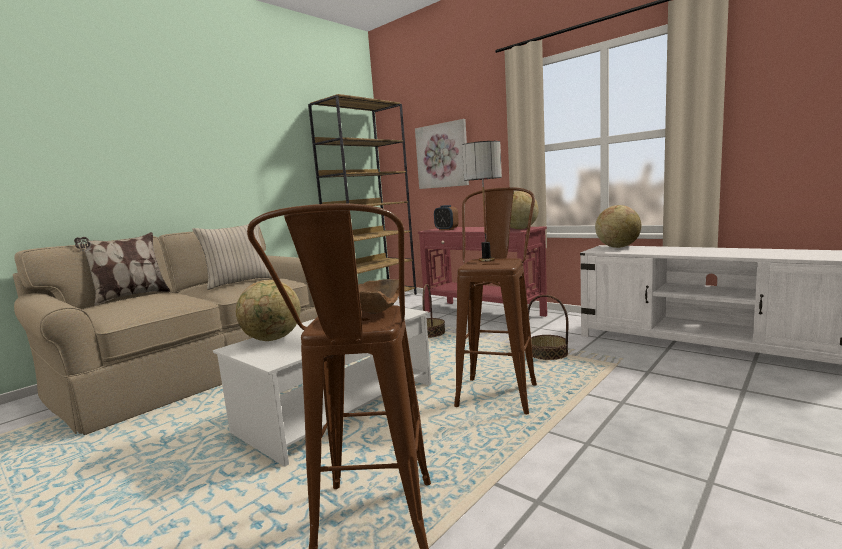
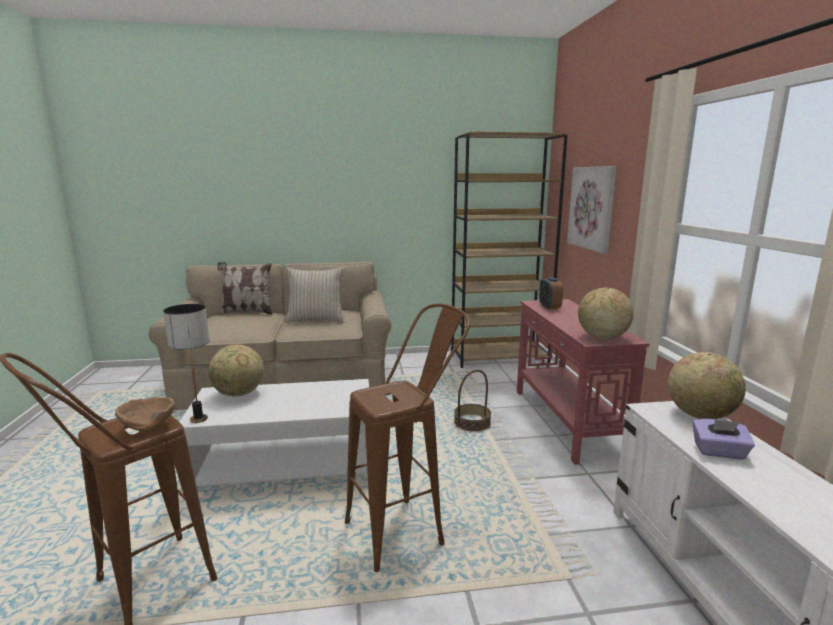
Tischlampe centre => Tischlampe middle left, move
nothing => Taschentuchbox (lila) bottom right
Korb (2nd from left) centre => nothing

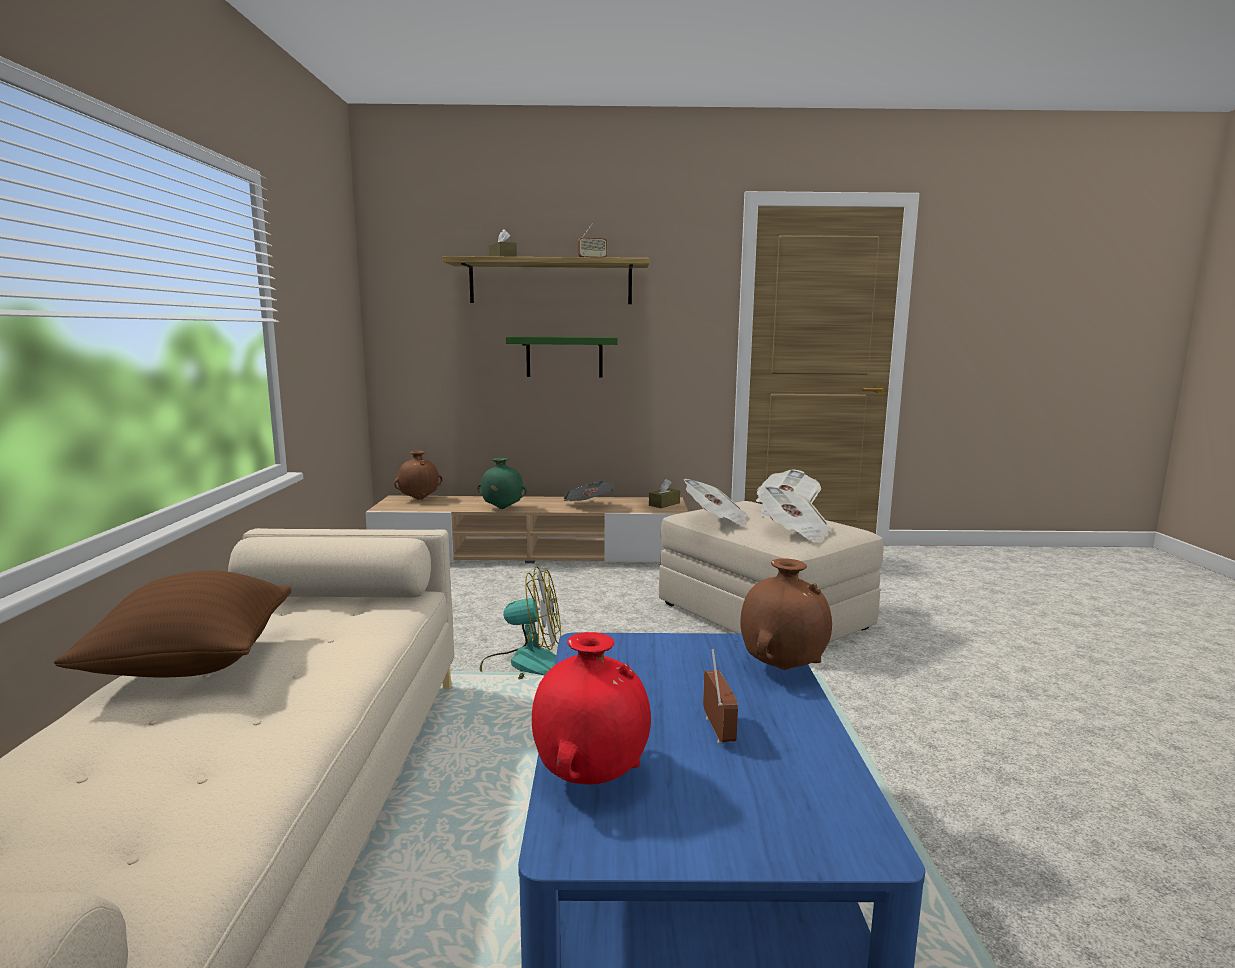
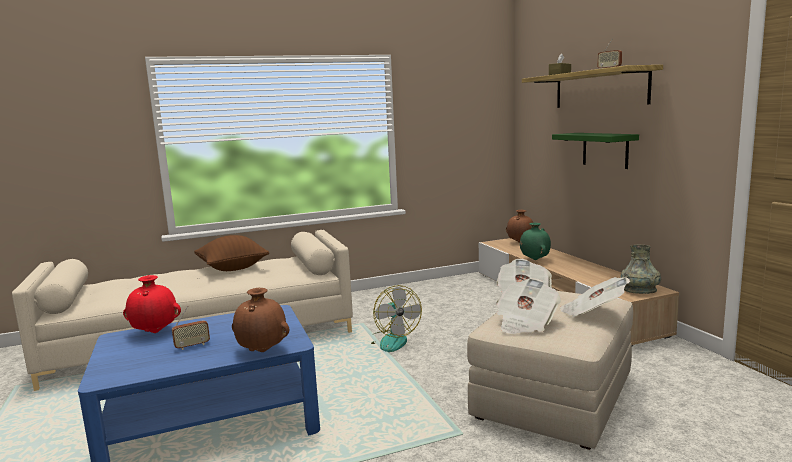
Taschentuchbox (braun) (2nd from left) centre => Vase (grau) middle right
Zeitung (1st from left) centre => nothing

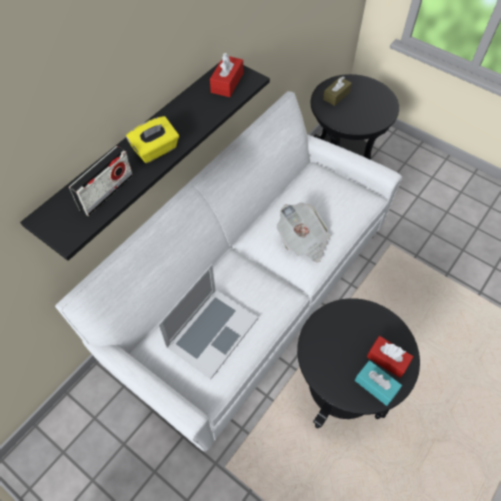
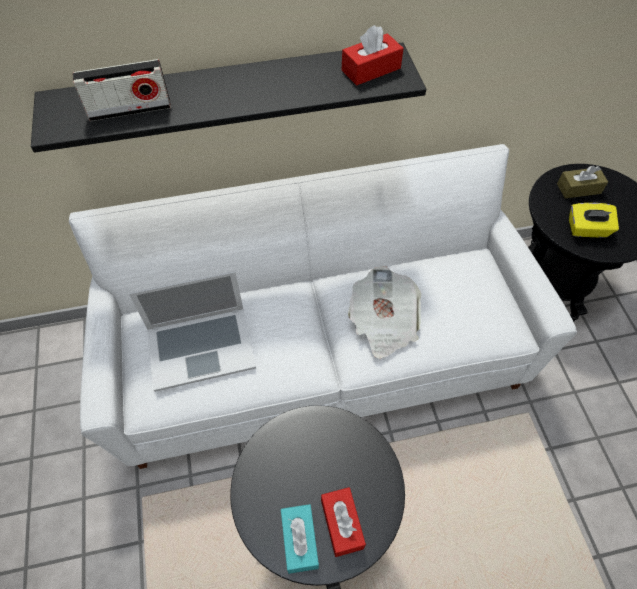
Taschentuchbox (gelb) top left => Taschentuchbox (gelb) middle right, move

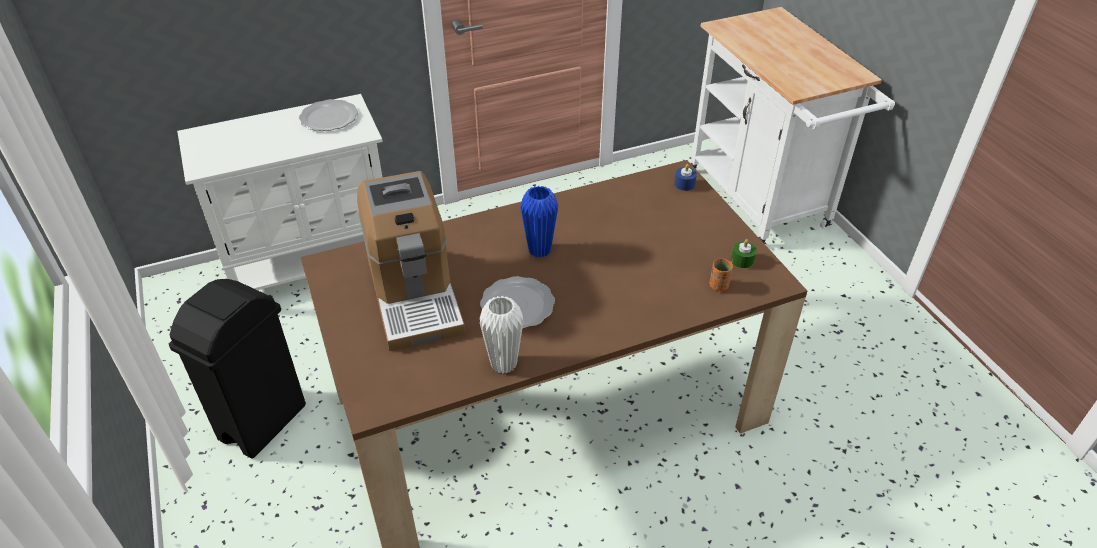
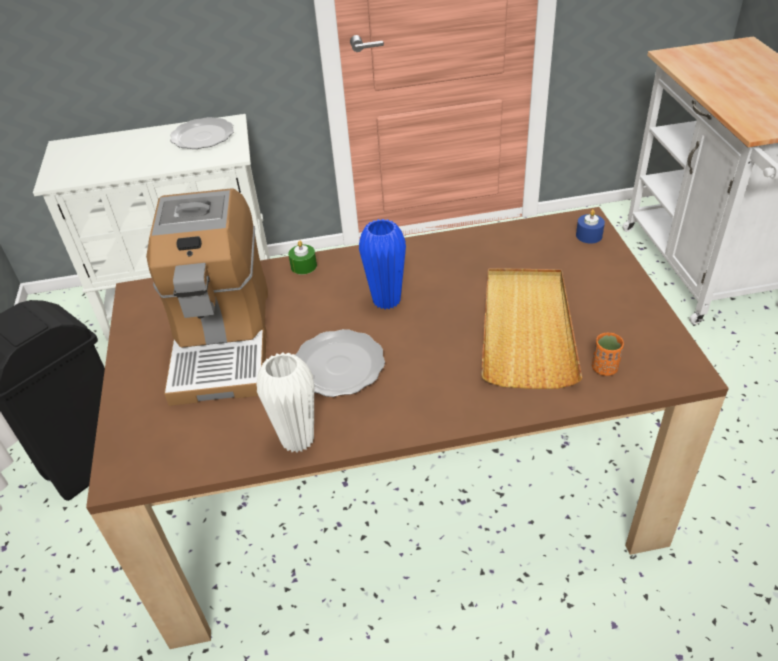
Kerze (grün) middle right => Kerze (grün) centre, move
nothing => Tablett (beige) middle right

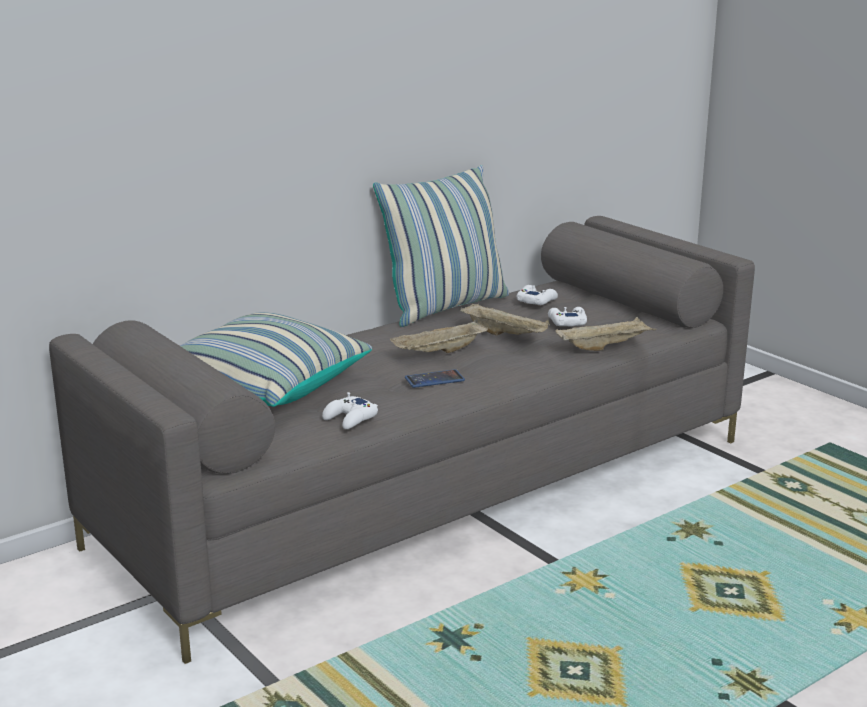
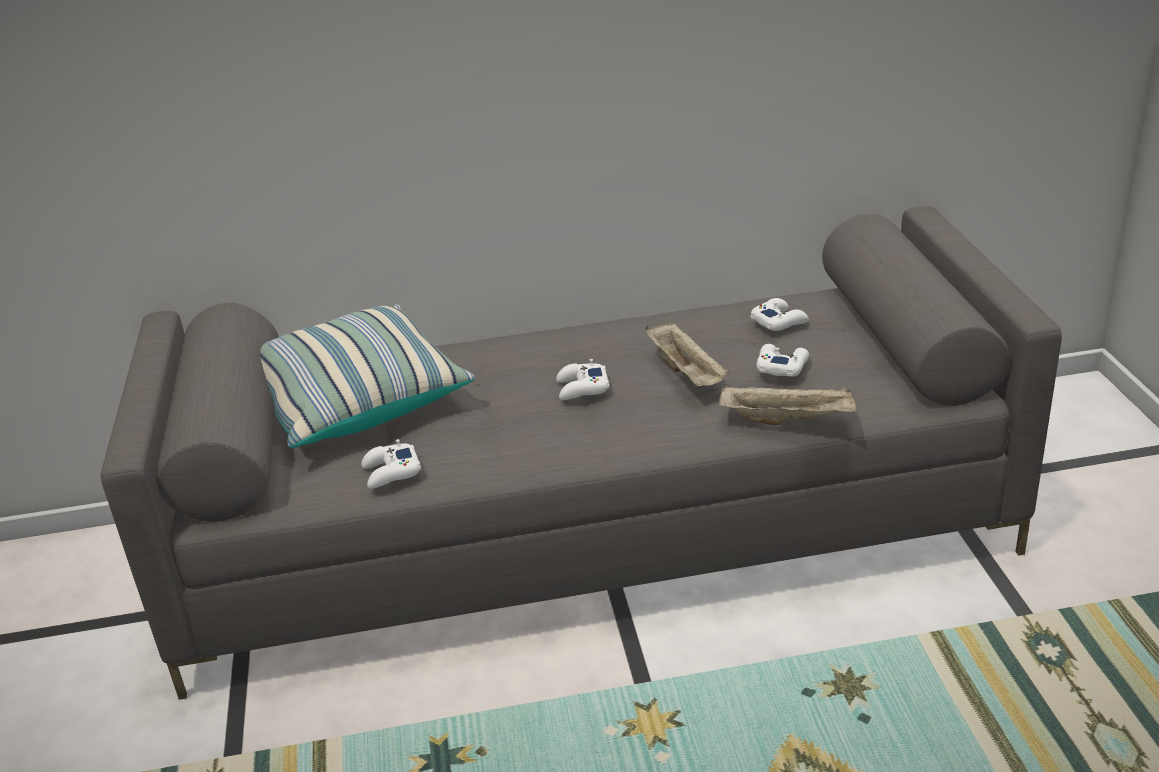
Tablett (beige) (1st from left) centre => Gamepad (weiß) (2nd from left) centre
Kissen (2nd from left) centre => nothing
Handy centre => nothing

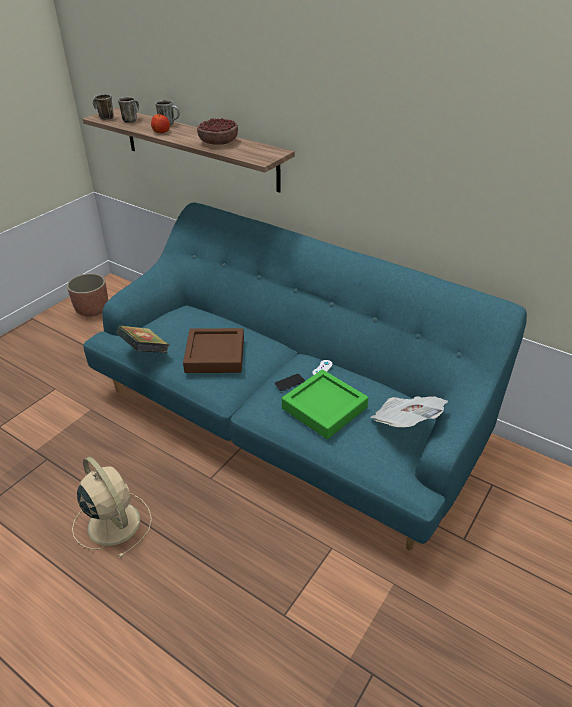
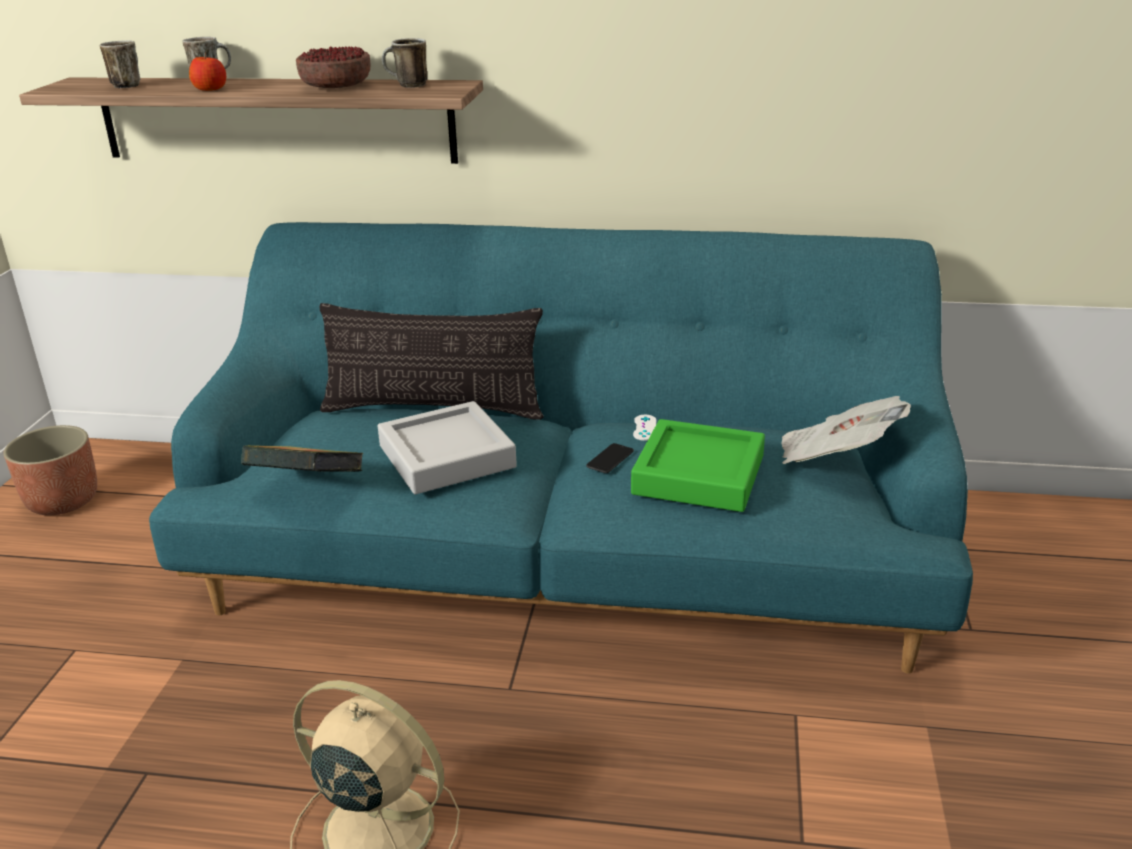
nothing => Kissen centre
Tablett (braun) centre => Tablett (grau) centre
Henkelbecher (1st from left in the first image) top left => Henkelbecher (3rd from left) top centre, move

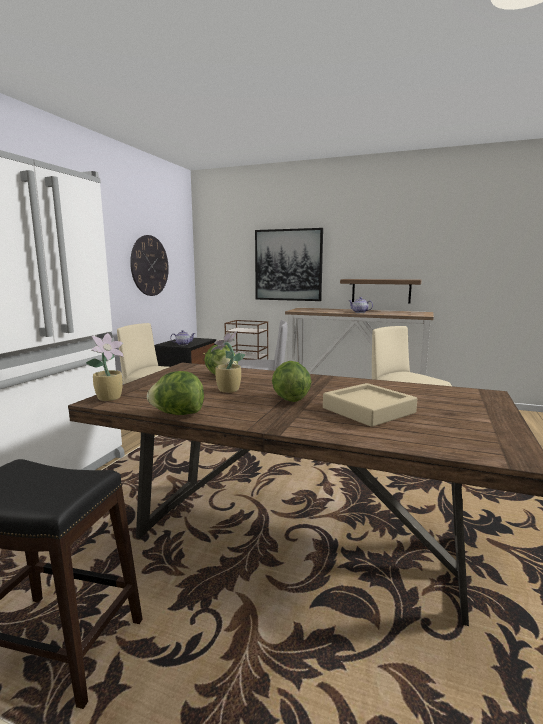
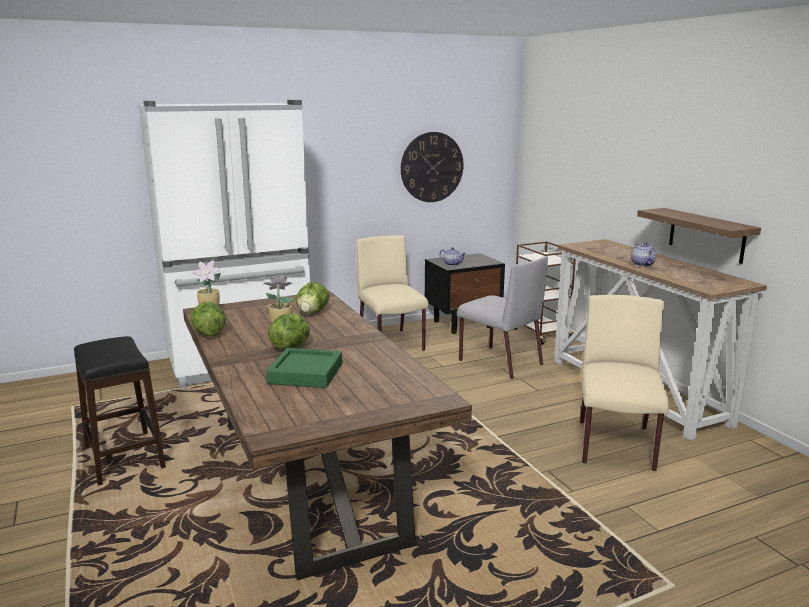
Tablett (beige) middle right => Tablett (grün) centre
Bild centre => nothing

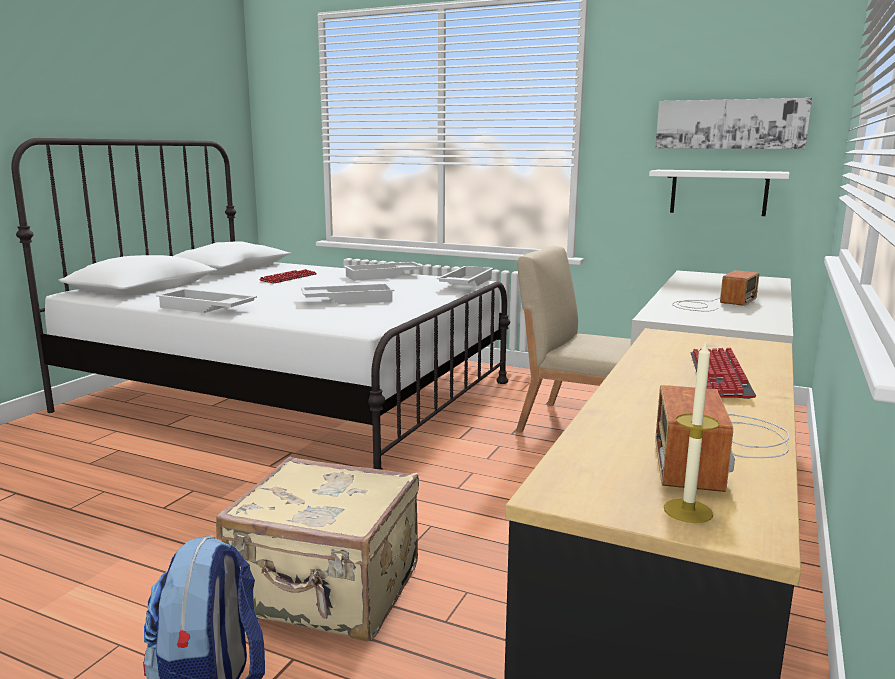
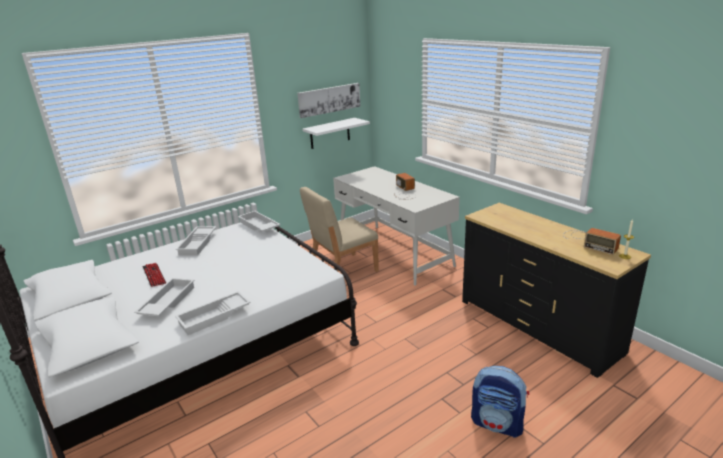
Tablett (weiß) (2nd from left in the first image) centre => Tablett (weiß) (1st from left) middle left, move
Koffer (beige) bottom centre => nothing
Tastatur (2nd from left) middle right => nothing

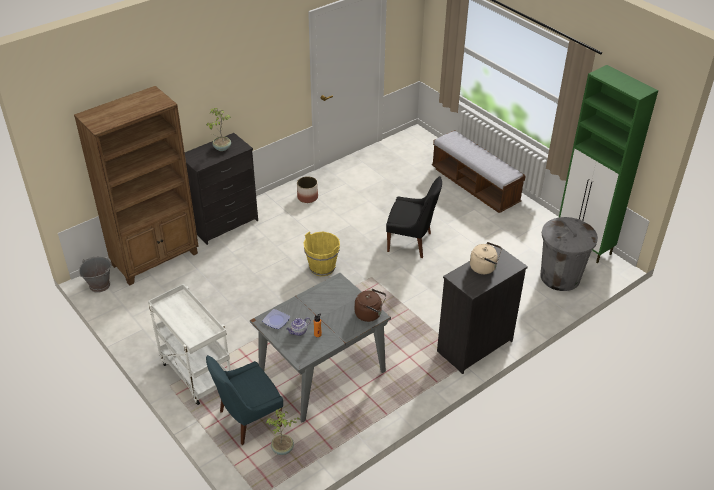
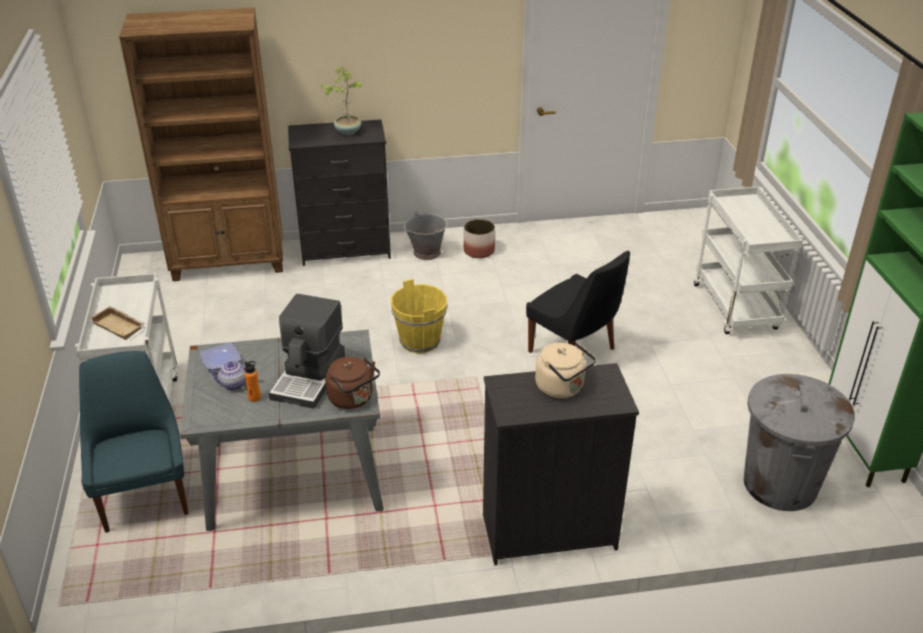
Stuhl (blau) bottom centre => Stuhl (blau) bottom left, 75 degrees clockwise
nothing => Tablett (beige) middle left
nothing => Kaffeemaschine middle left
Eimer (grau) middle left => Eimer (grau) centre, move
Bank middle right => Rollwagen (weiß) (2nd from left) middle right
Topfpflanze (2nd from left) bottom centre => nothing

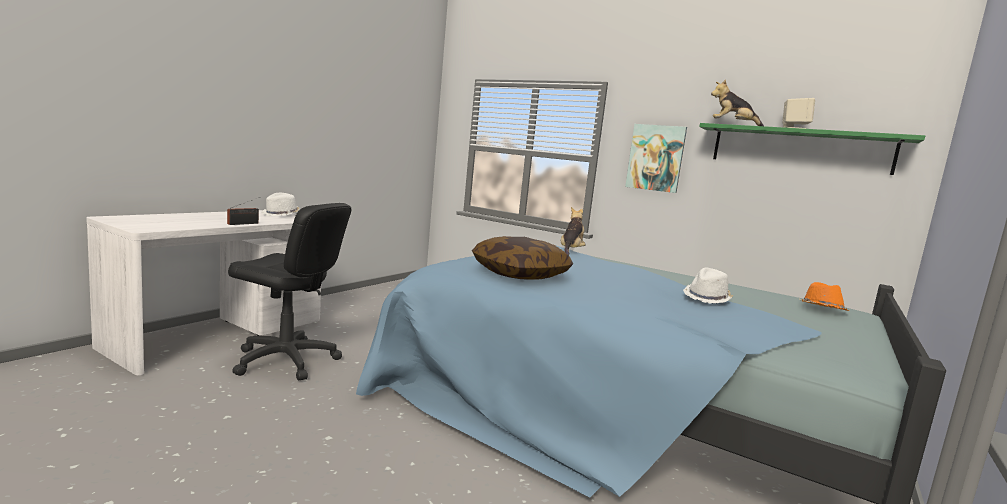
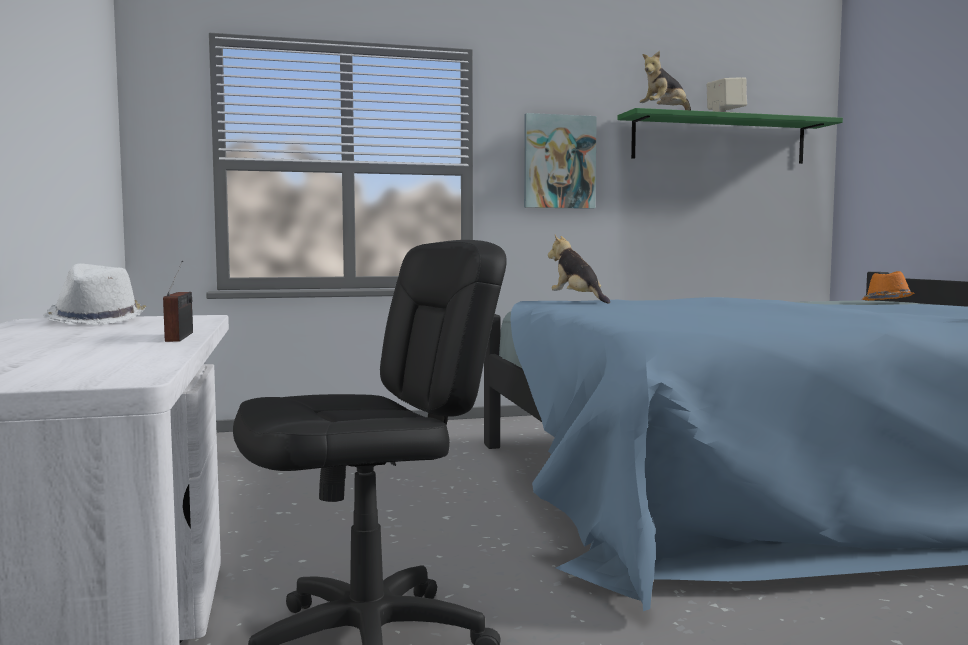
Kissen centre => nothing
Hut (weiß) (2nd from left) middle right => nothing

